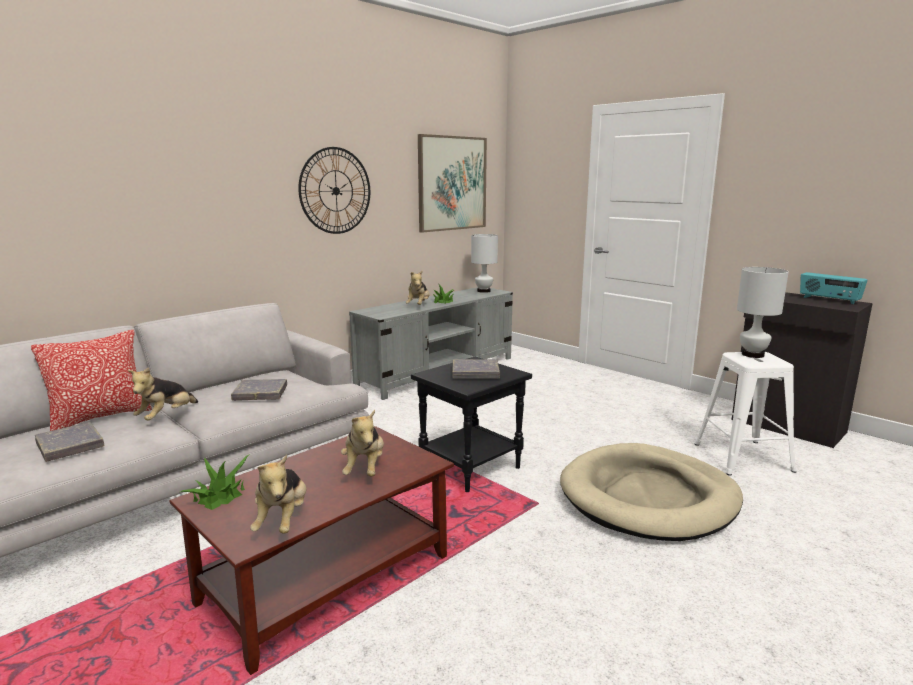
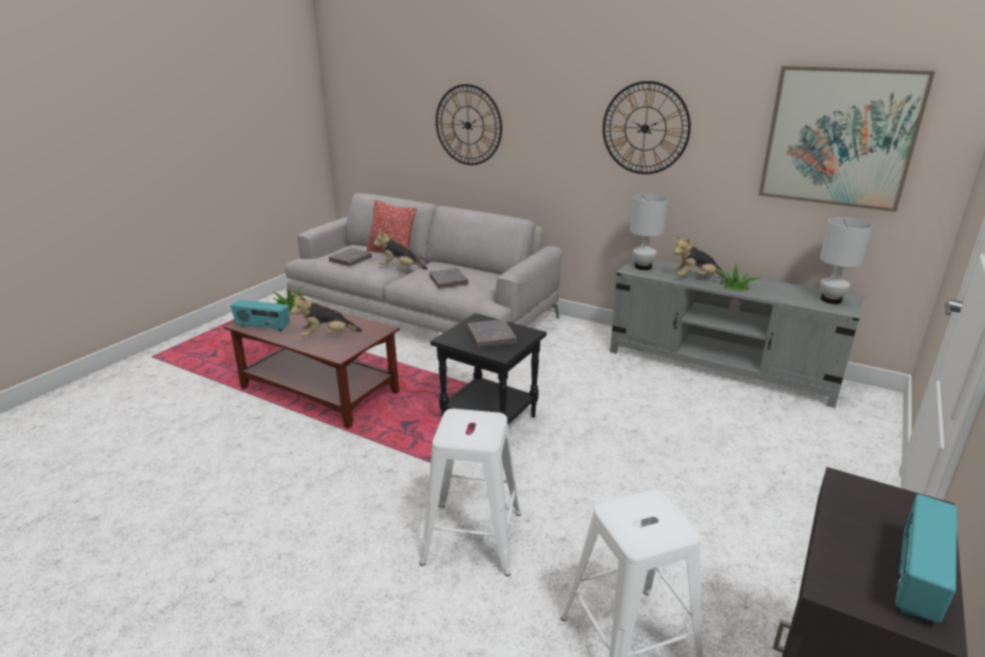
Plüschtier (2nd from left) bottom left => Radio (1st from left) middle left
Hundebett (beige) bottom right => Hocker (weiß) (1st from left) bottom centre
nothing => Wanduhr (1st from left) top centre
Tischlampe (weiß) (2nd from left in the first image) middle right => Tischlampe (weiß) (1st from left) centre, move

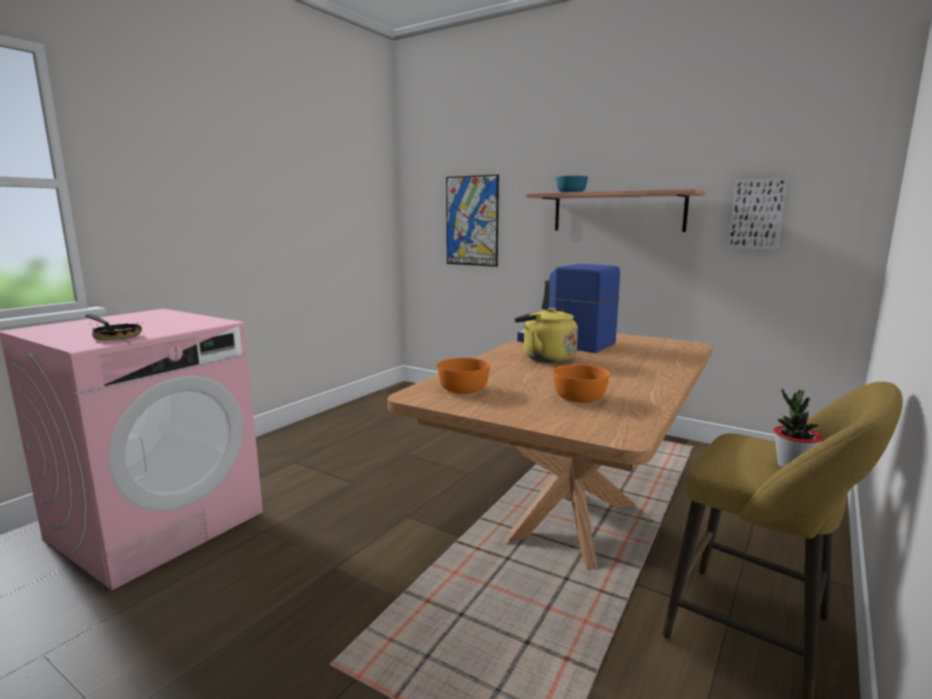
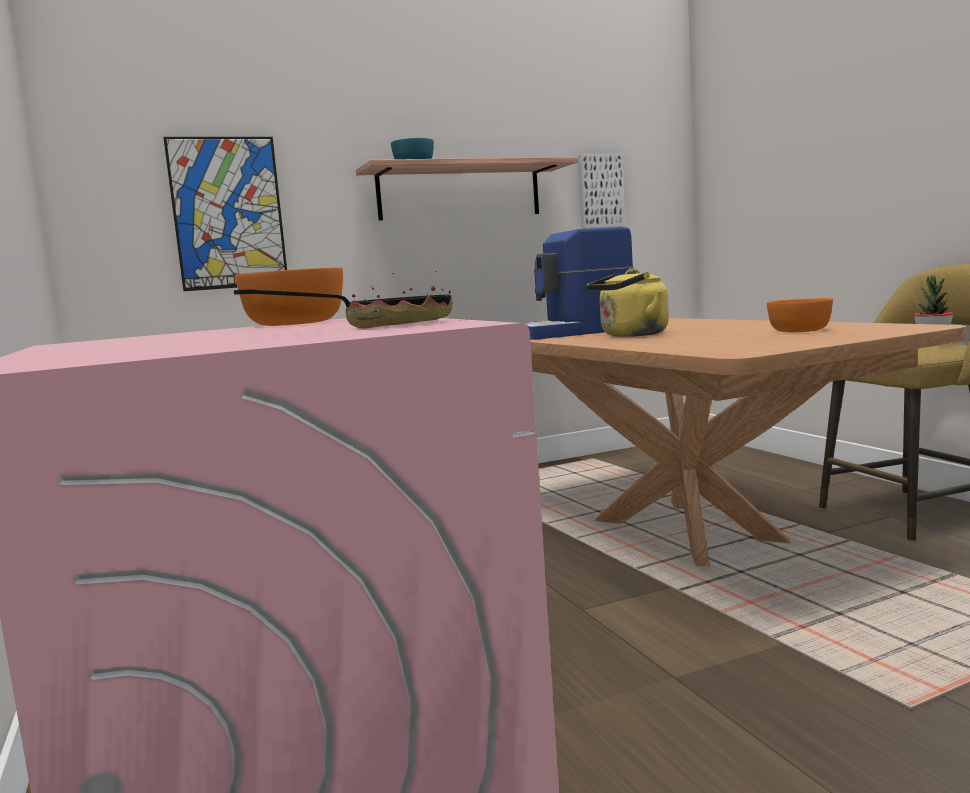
Schüssel (orange) (1st from left) centre => Schüssel (orange) (1st from left) middle left, move

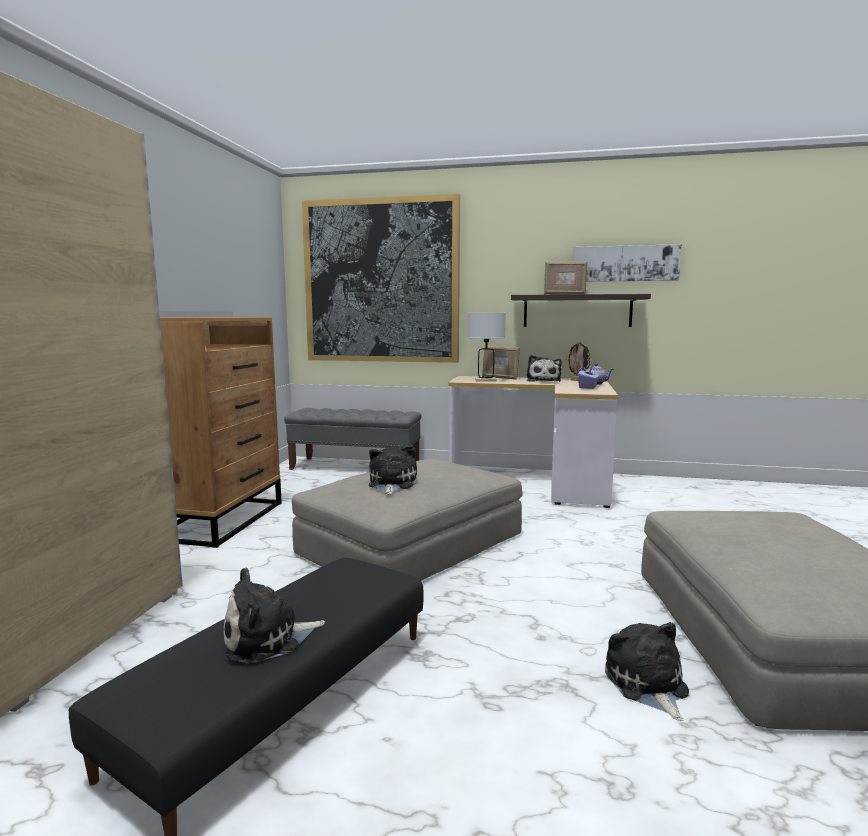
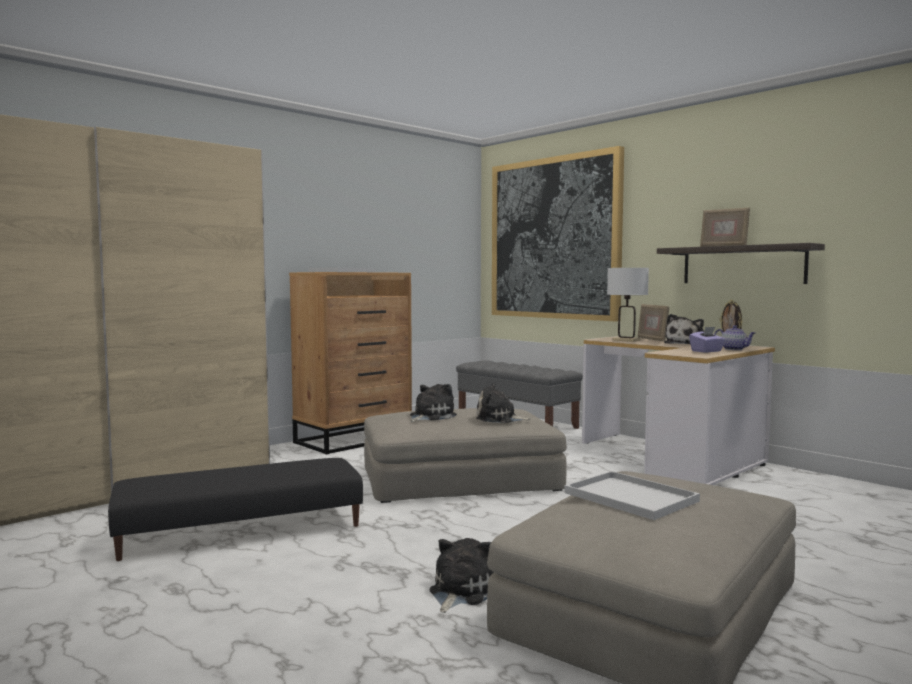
Plüschtier (1st from left in the first image) bottom left => Plüschtier (3rd from left) centre, move
nothing => Tablett (weiß) (2nd from left) bottom right
Bild (2nd from left) top right => nothing

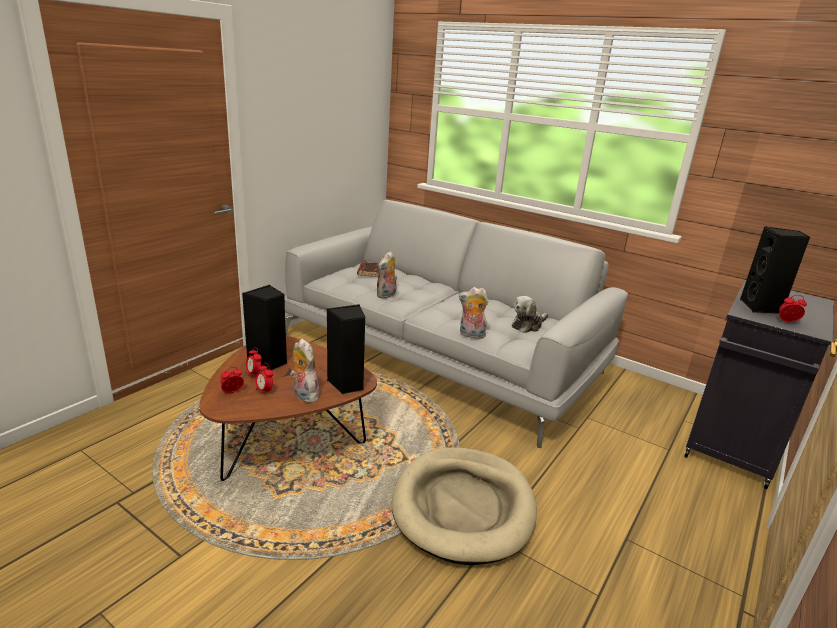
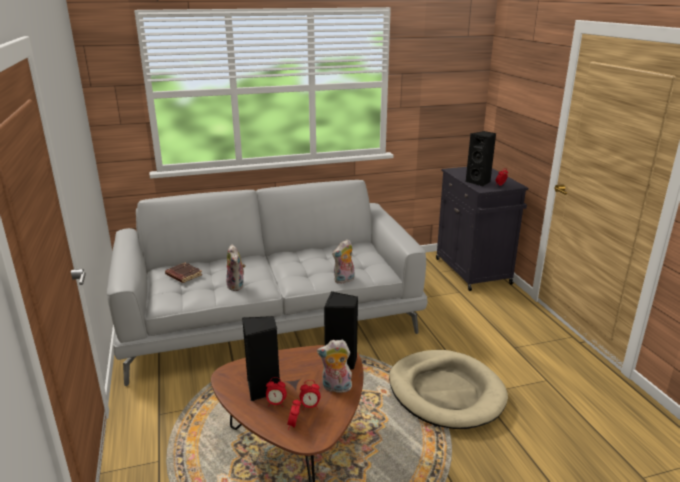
Plüschtier (4th from left) centre => nothing

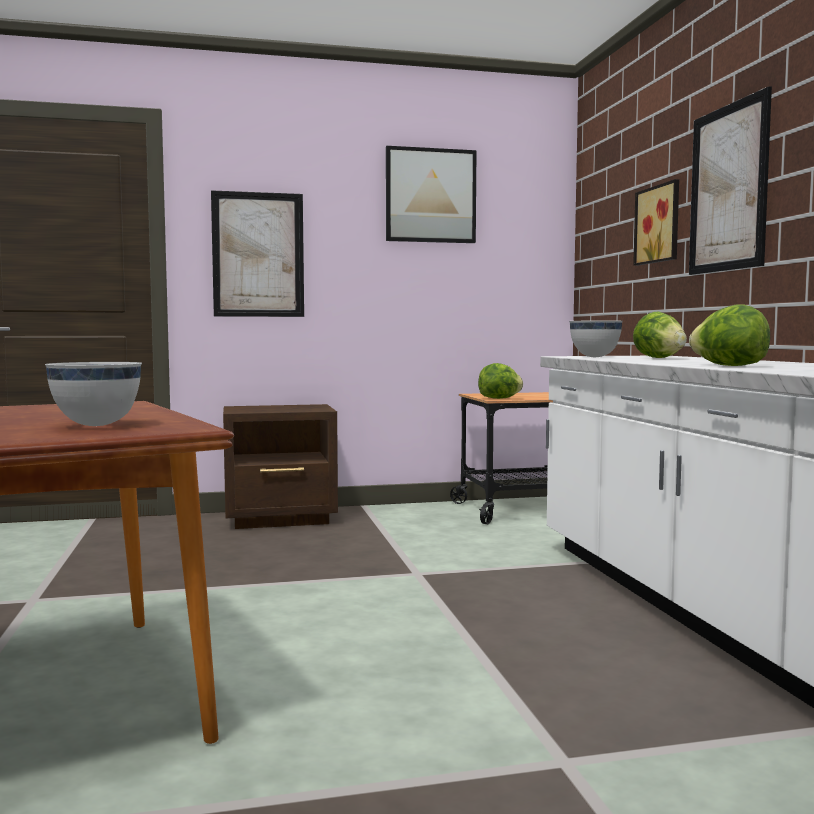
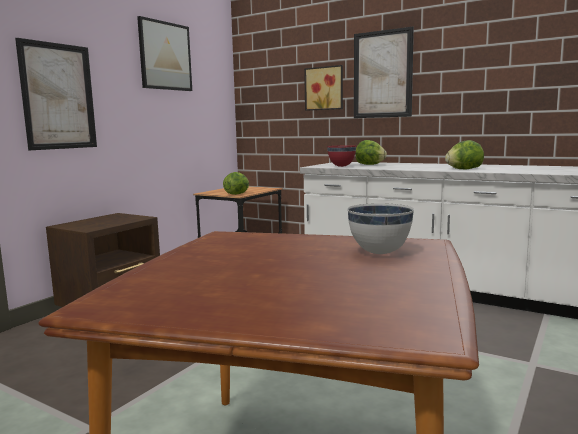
Schüssel (weiß) (2nd from left) middle right => Schüssel (rot) centre

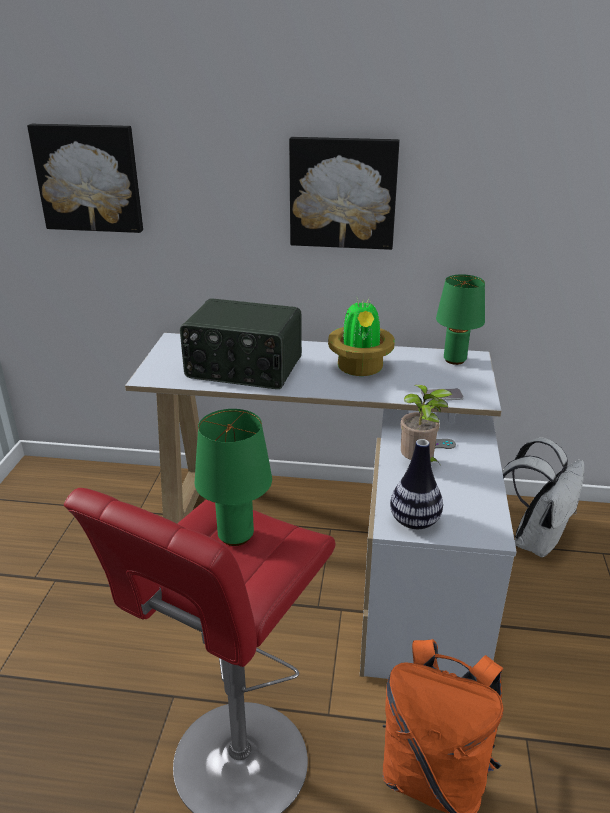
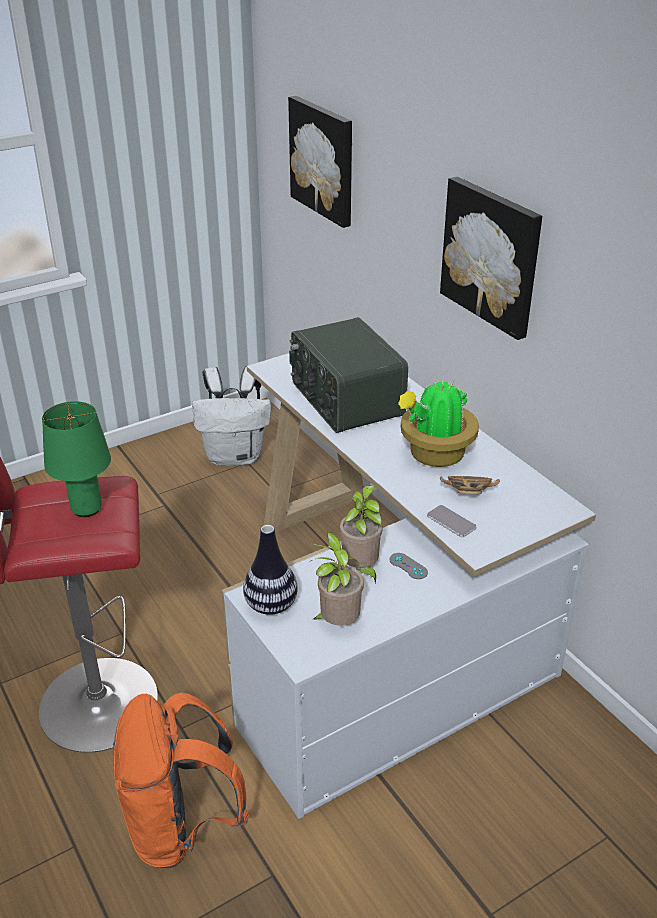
Rucksack (weiß) middle right => Rucksack (weiß) centre, move
nothing => Topfpflanze (1st from left) centre
nothing => Schüssel middle right
Tischlampe (grün) (2nd from left) middle right => nothing

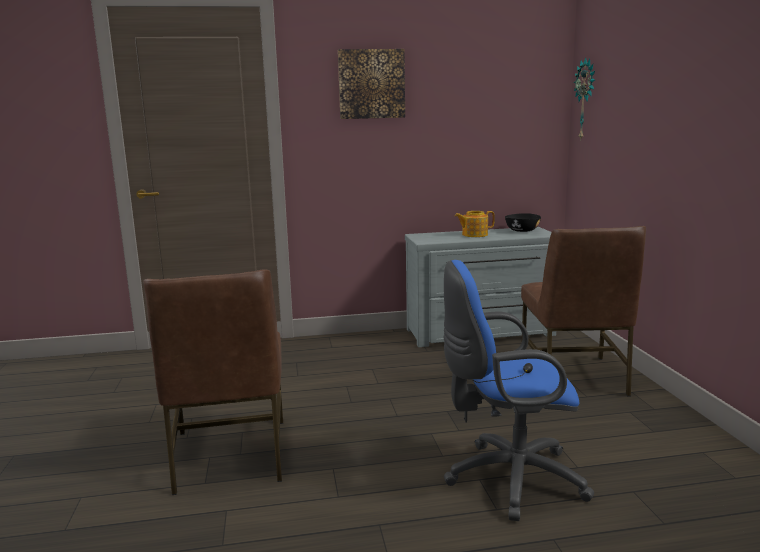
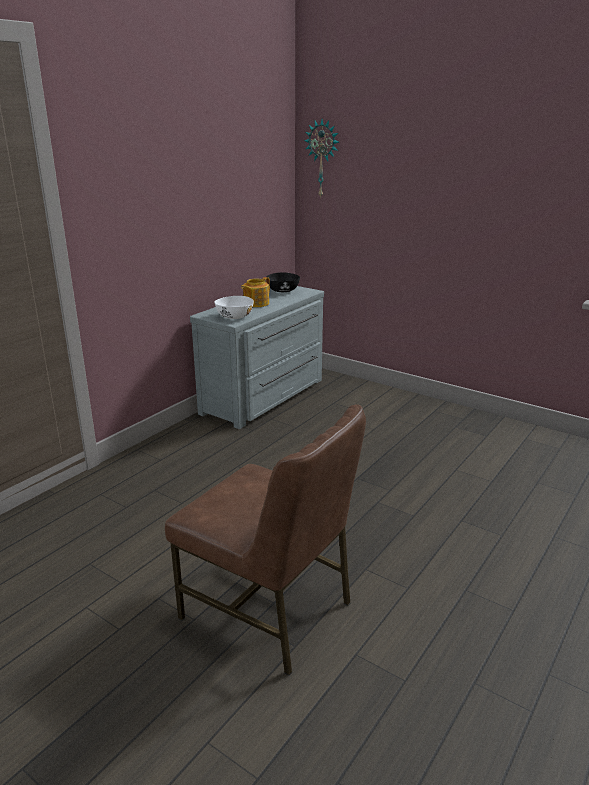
nothing => Schüssel (weiß) centre
Bild top centre => nothing
Bürostuhl (blau) bottom right => nothing
Stuhl (braun) (2nd from left) middle right => nothing

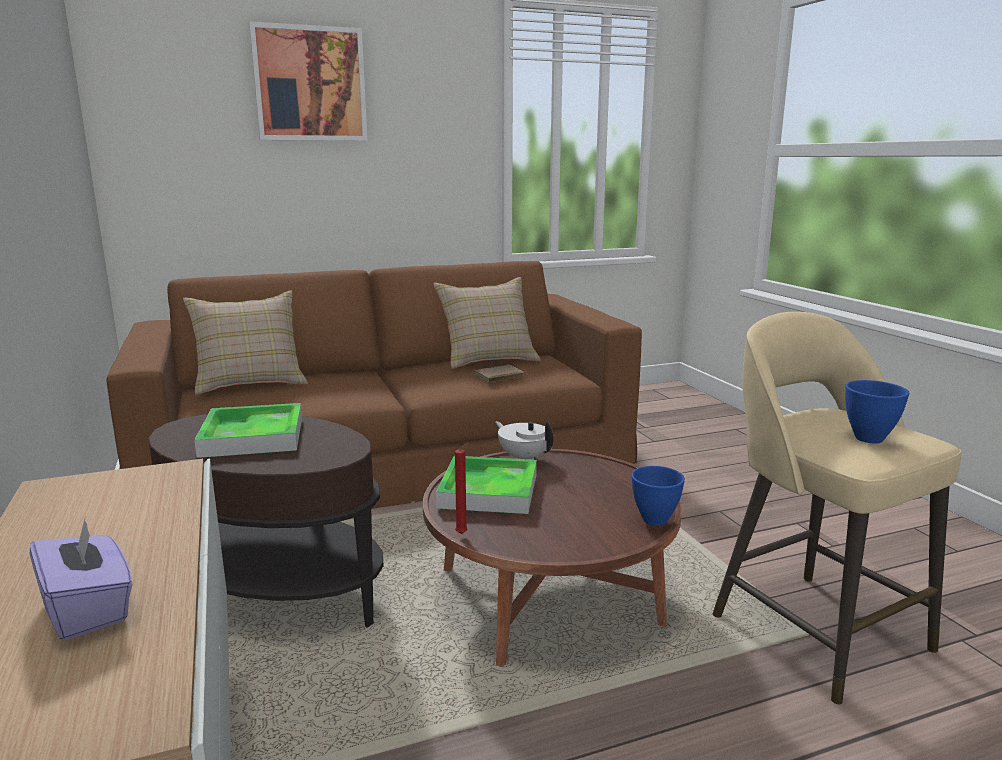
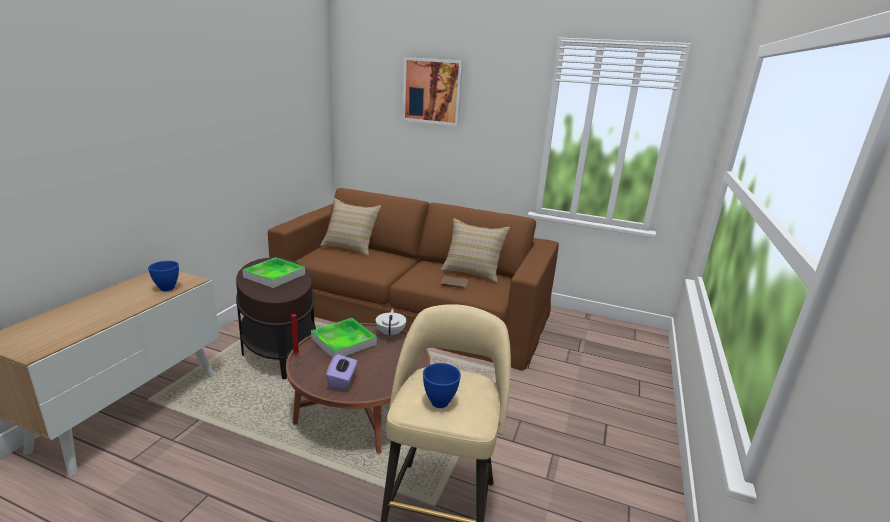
Schüssel (blau) (1st from left) centre => Schüssel (blau) (1st from left) middle left, move
Taschentuchbox (lila) bottom left => Taschentuchbox (lila) bottom centre, move

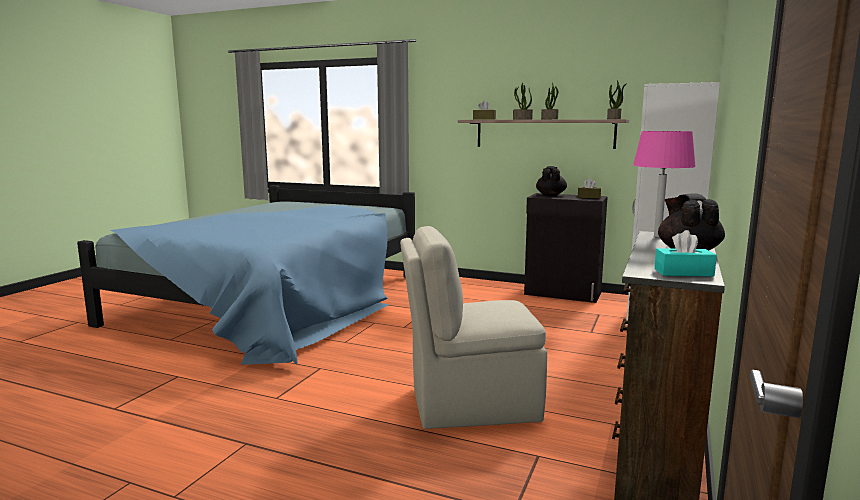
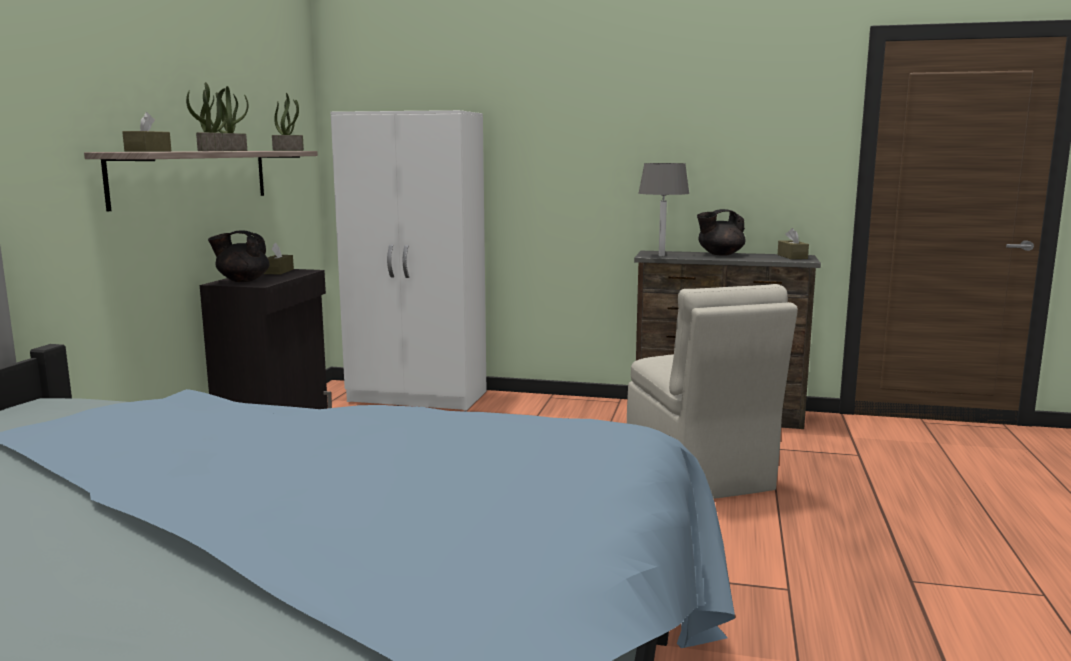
Tischlampe (rosa) middle right => Tischlampe (grau) top centre
Taschentuchbox (türkis) middle right => Taschentuchbox (braun) (3rd from left) middle right

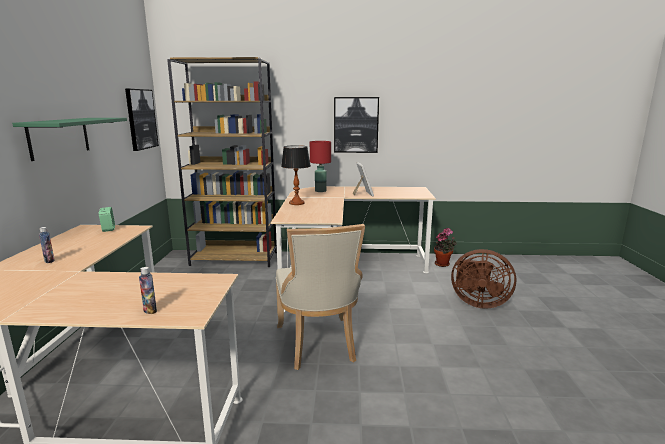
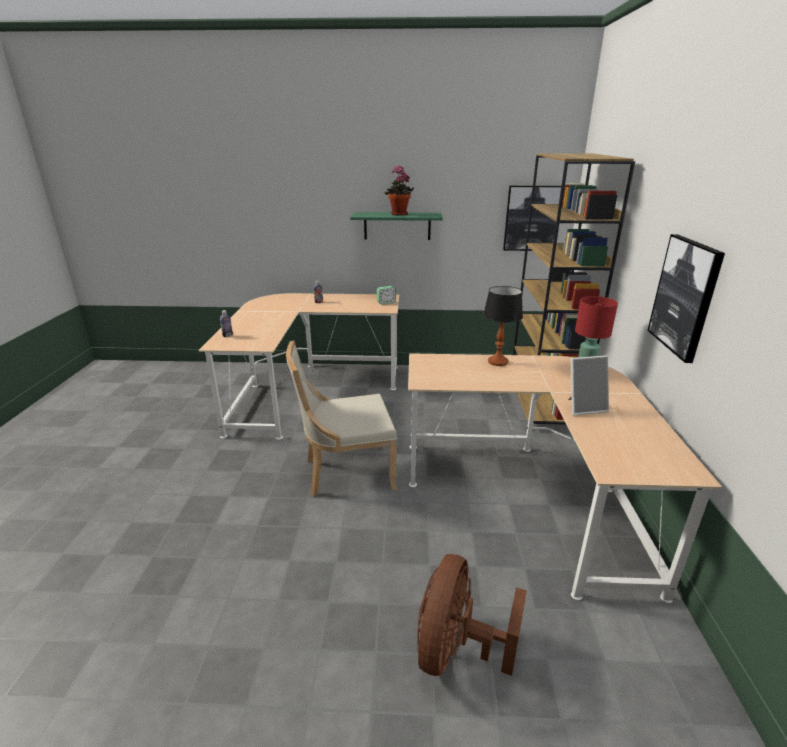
Topfpflanze middle right => Topfpflanze top centre, move

